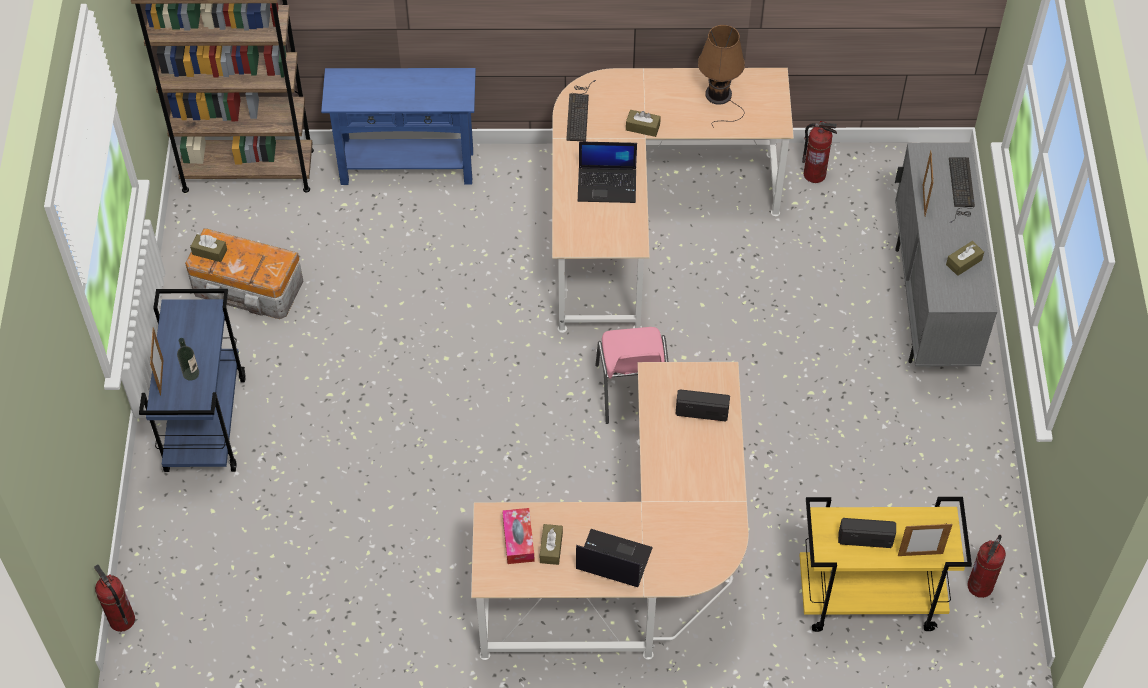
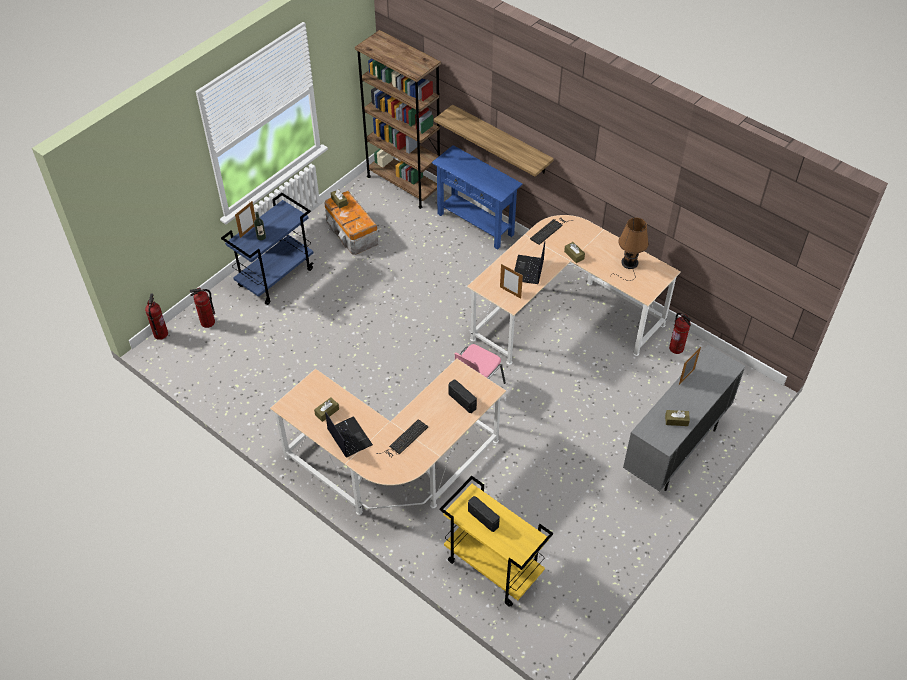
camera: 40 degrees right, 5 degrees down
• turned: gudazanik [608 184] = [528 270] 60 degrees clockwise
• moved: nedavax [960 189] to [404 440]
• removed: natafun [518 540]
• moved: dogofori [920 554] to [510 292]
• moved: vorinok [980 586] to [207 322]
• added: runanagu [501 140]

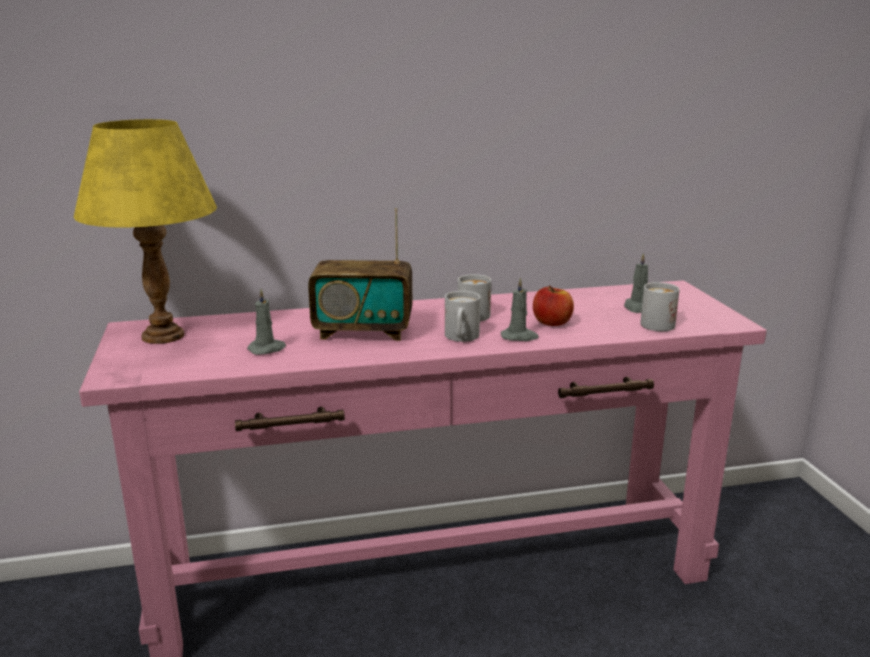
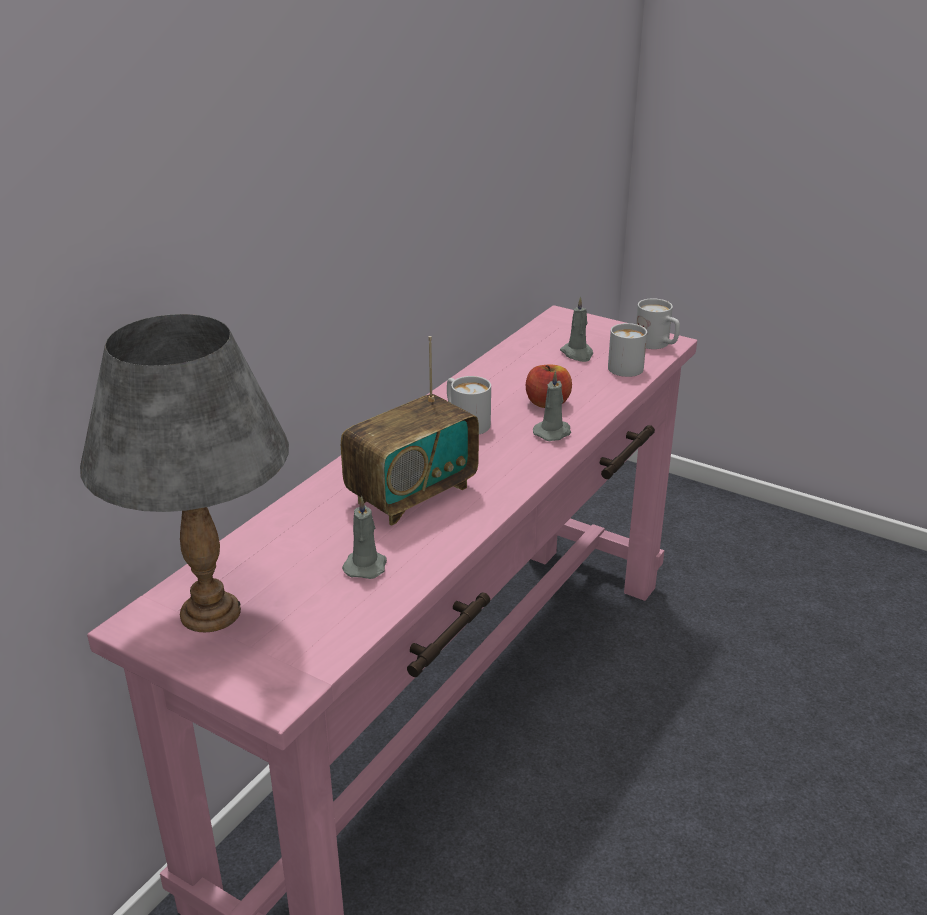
camera: 45 degrees left, 10 degrees up
• recoloured: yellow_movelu [164 336] to grey_movelu [211 612]
• moved: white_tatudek [461 338] to [657 345]

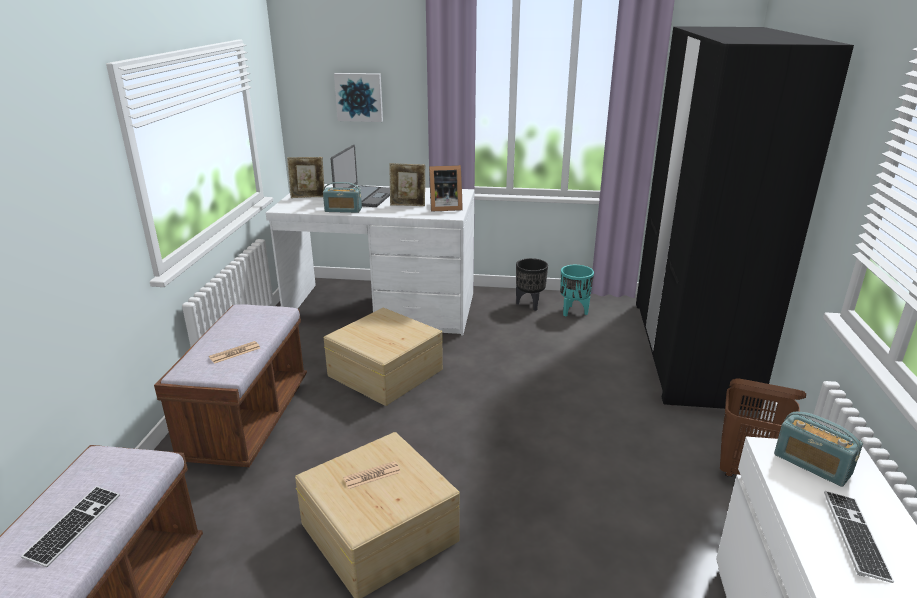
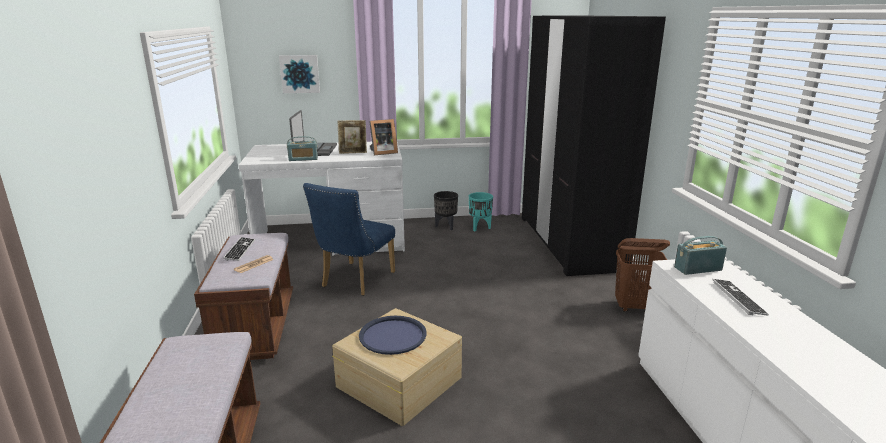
camera: 15 degrees left, 5 degrees down
• removed: dogofori [308 197]
• replaced: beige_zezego [385 371] to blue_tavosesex [354 281]
• turned: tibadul [812 464] = [697 269] 135 degrees clockwise
• replaced: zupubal [372 475] to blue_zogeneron [393 336]
• moved: nedavax [74 526] to [240 250]

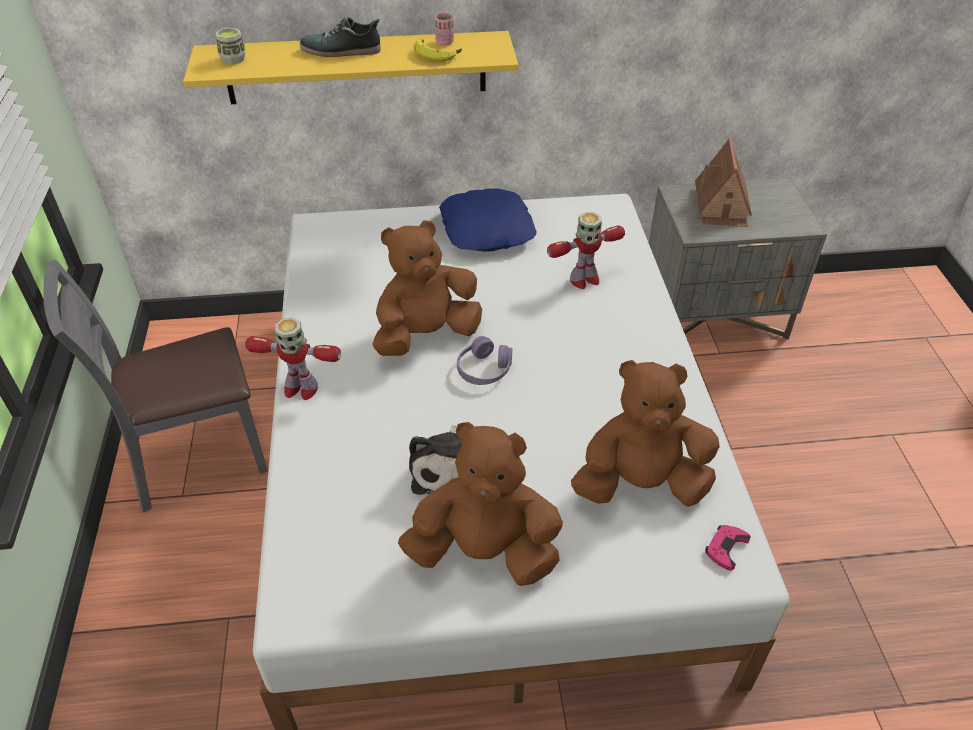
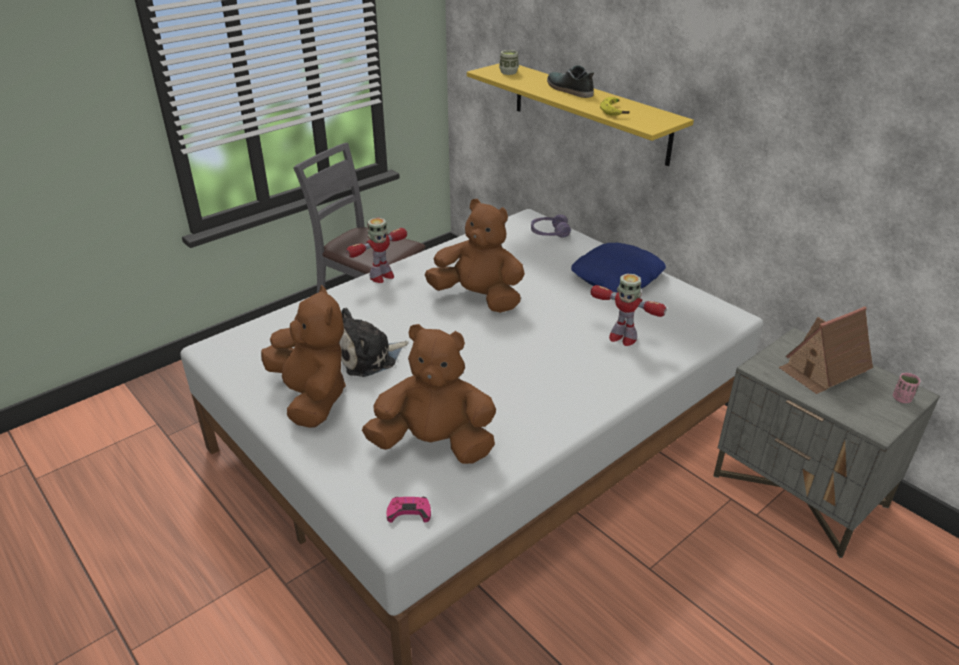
camera: 55 degrees right, 10 degrees down
• moved: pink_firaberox [444 42] to [901 398]
• turned: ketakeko [300 388] = [381 276] 105 degrees counterclockwise
• moved: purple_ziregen [484 370] to [549 233]
• turned: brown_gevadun [641 484] = [434 444] 45 degrees counterclockwise

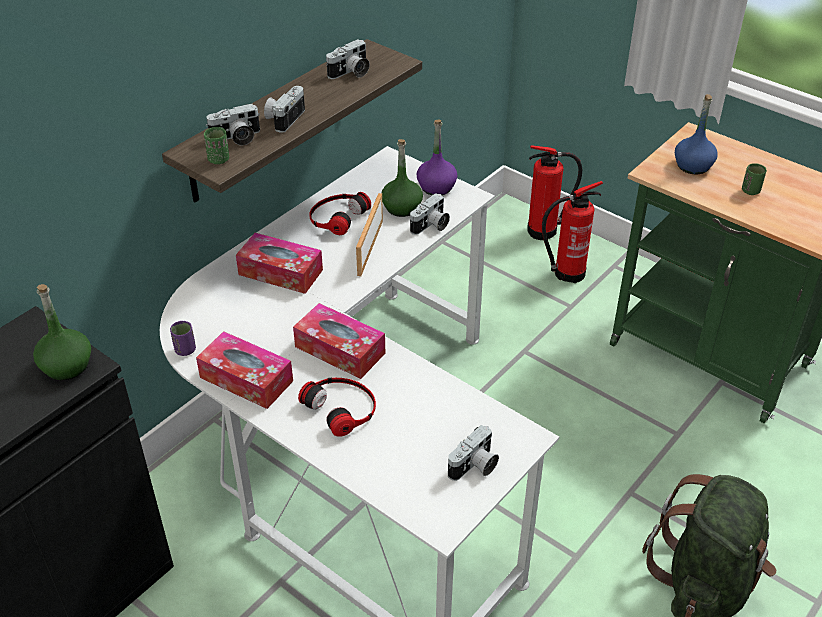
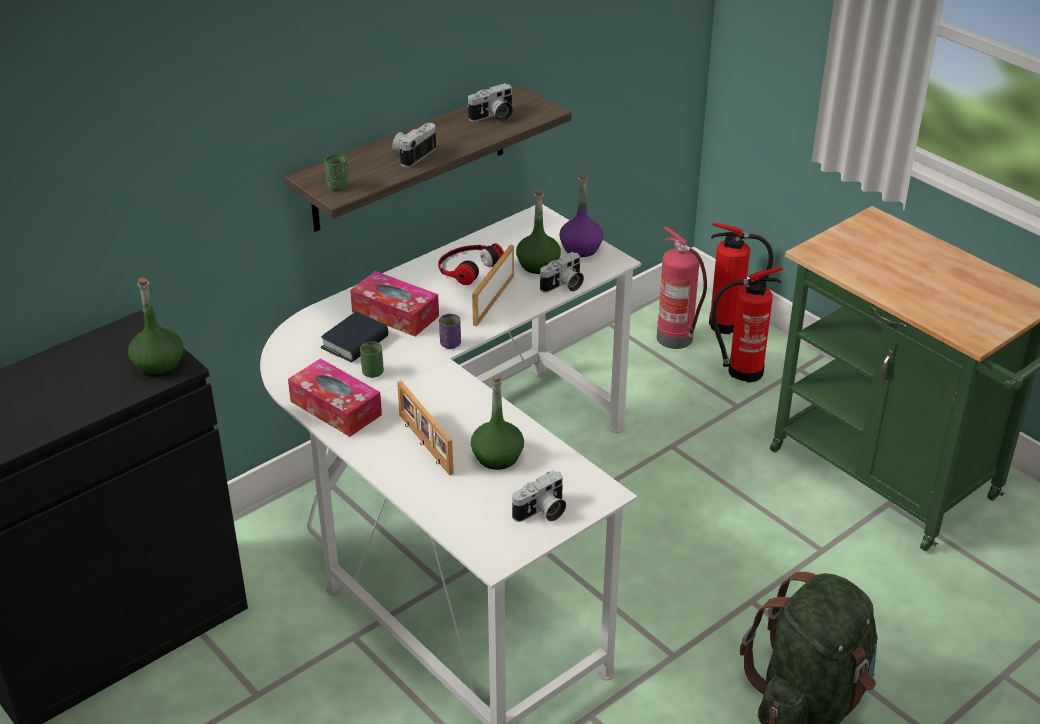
camera: 10 degrees right, 5 degrees down
• removed: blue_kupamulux [693 166]
• removed: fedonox [236 138]
• moved: green_firaberox [750 191] to [372 372]
• removed: natafun [340 350]
• moved: purple_firaberox [185 350] to [450 344]
• replaced: ziregen [342 407] to dogofori [424 444]
• added: vorinok [676 338]
• added: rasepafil [355 343]
• added: green_kupamulux [497 457]

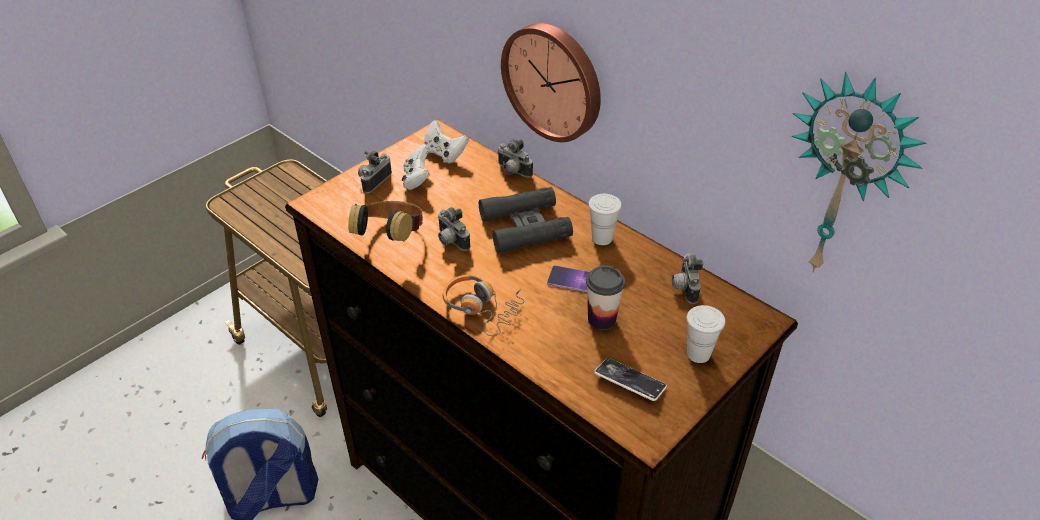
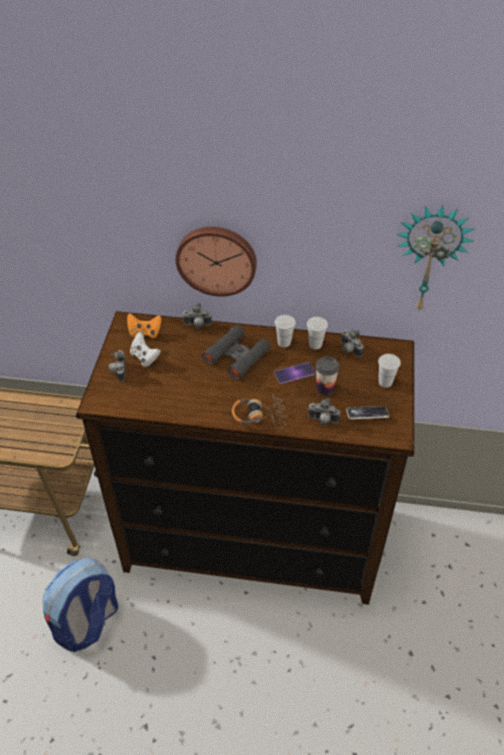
camera: 35 degrees left, 5 degrees up
• recoloured: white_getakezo [444 154] to orange_getakezo [144 333]
• removed: ziregen [391 239]
• moved: fedonox [450 241] to [322 420]
• added: white_firaberox [315 344]

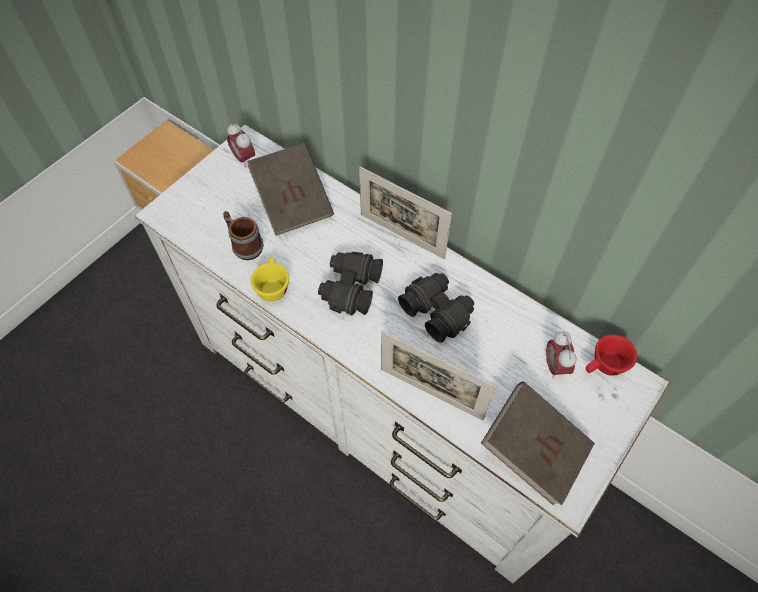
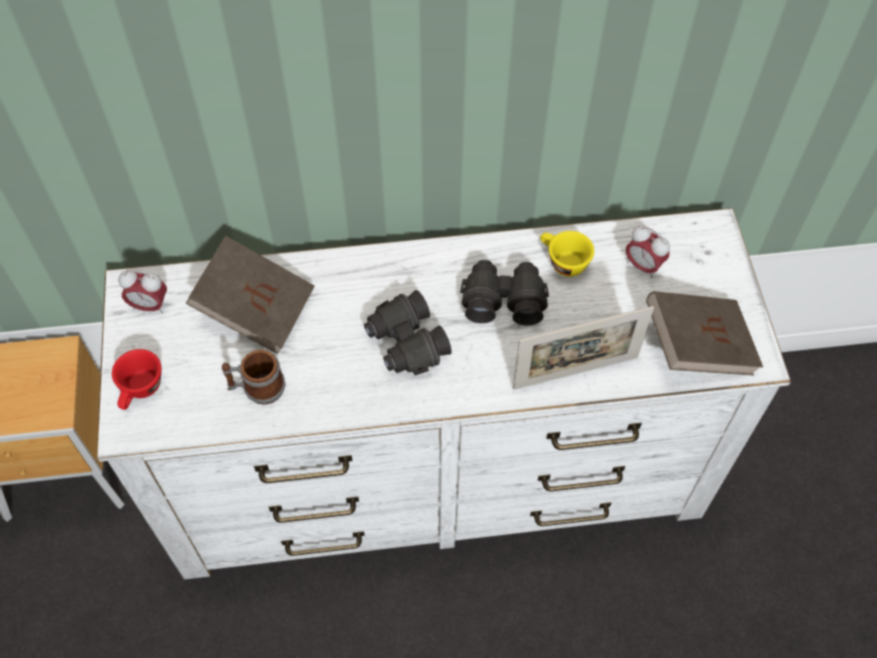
camera: 45 degrees left, 0 degrees up
• removed: dogofori [402 236]
• moved: yellow_firaberox [272 286] to [562 262]
• moved: red_firaberox [604 366] to [141 391]

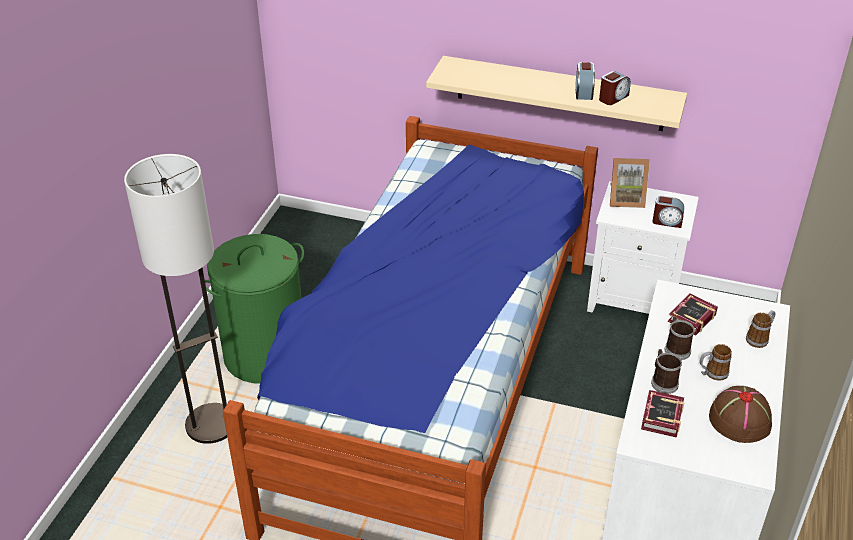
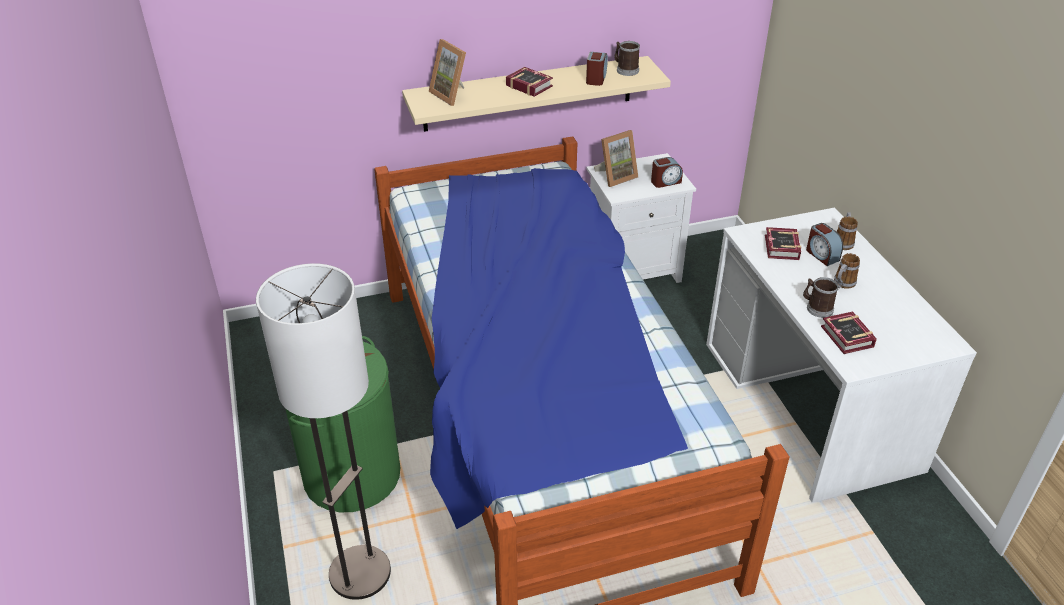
camera: 35 degrees left, 0 degrees up
• moved: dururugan [583 92] to [821 255]
• moved: tatudek [676 348] to [625 70]
• removed: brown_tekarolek [739 419]
• added: dogofori [452 94]
• added: rasepafil [528 85]

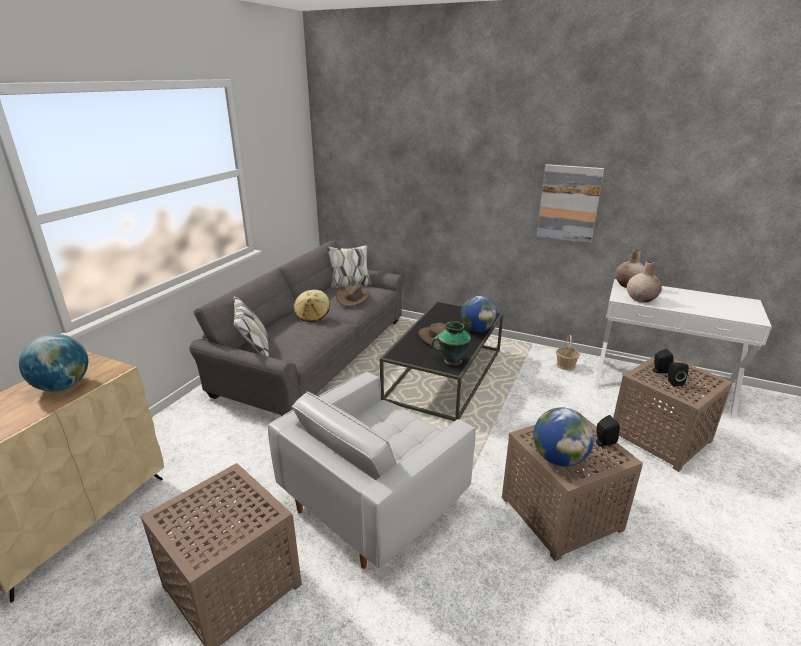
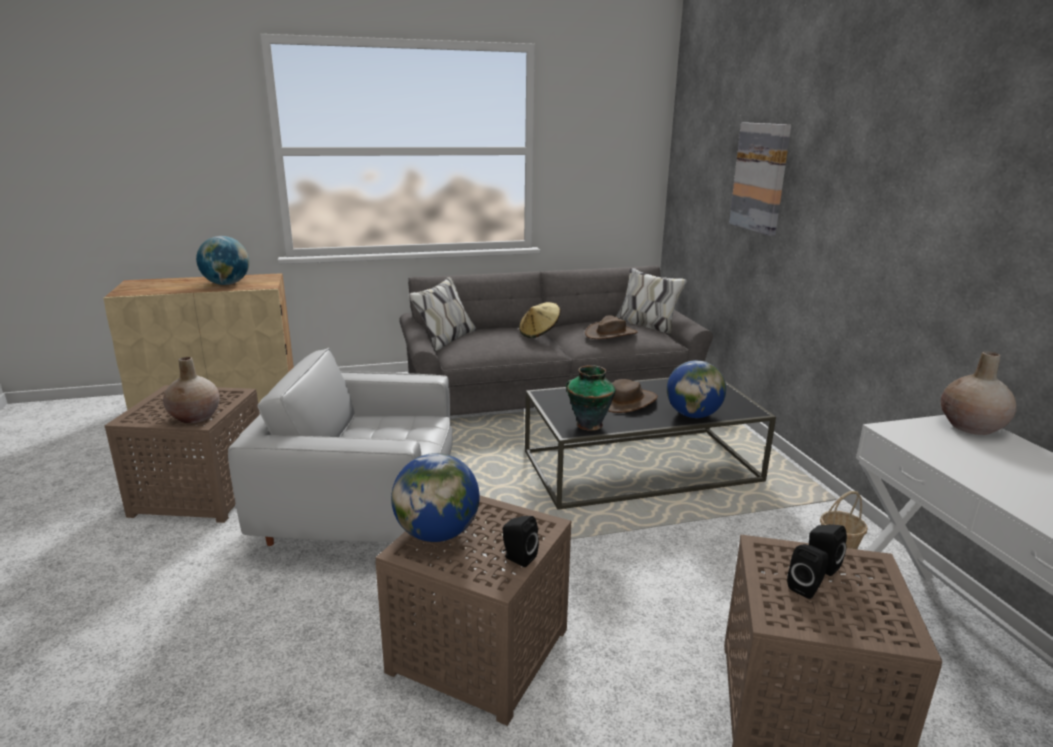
camera: 50 degrees right, 5 degrees down
• moved: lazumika [569 203] to [760 177]
• moved: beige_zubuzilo [641 298] to [195 417]

